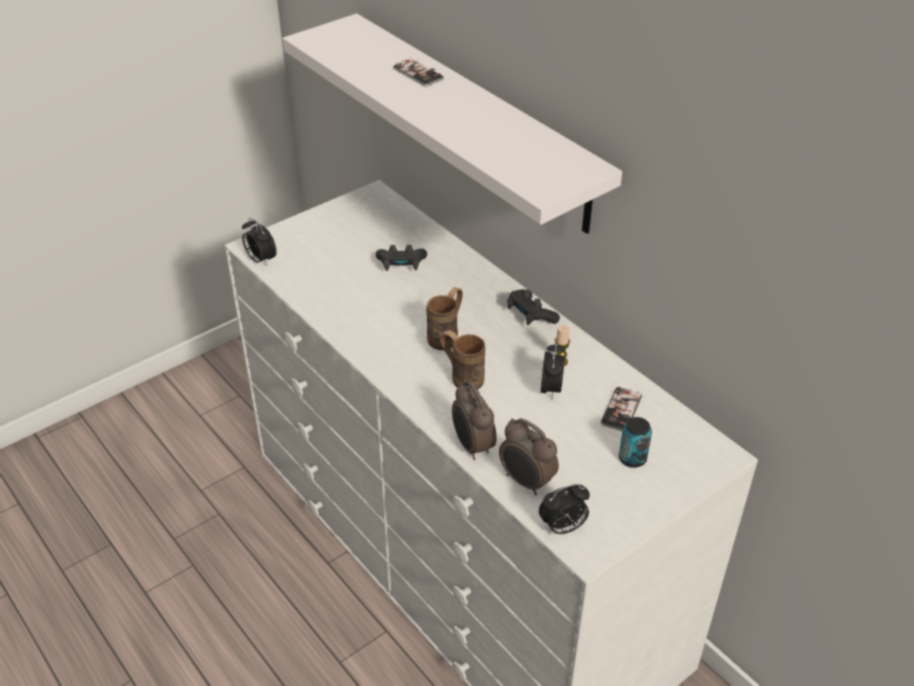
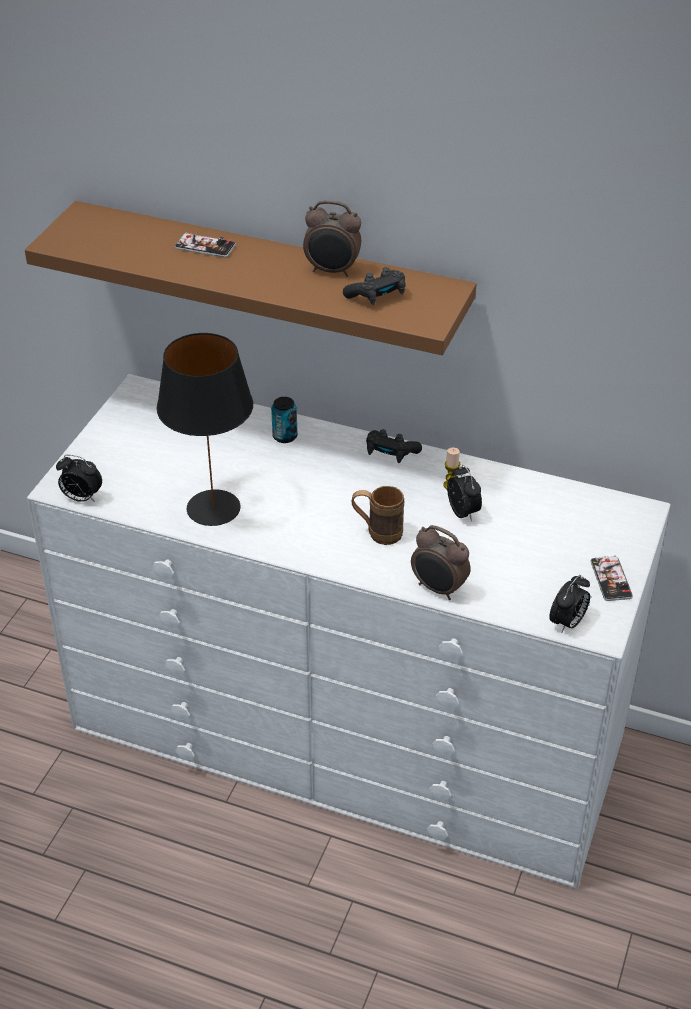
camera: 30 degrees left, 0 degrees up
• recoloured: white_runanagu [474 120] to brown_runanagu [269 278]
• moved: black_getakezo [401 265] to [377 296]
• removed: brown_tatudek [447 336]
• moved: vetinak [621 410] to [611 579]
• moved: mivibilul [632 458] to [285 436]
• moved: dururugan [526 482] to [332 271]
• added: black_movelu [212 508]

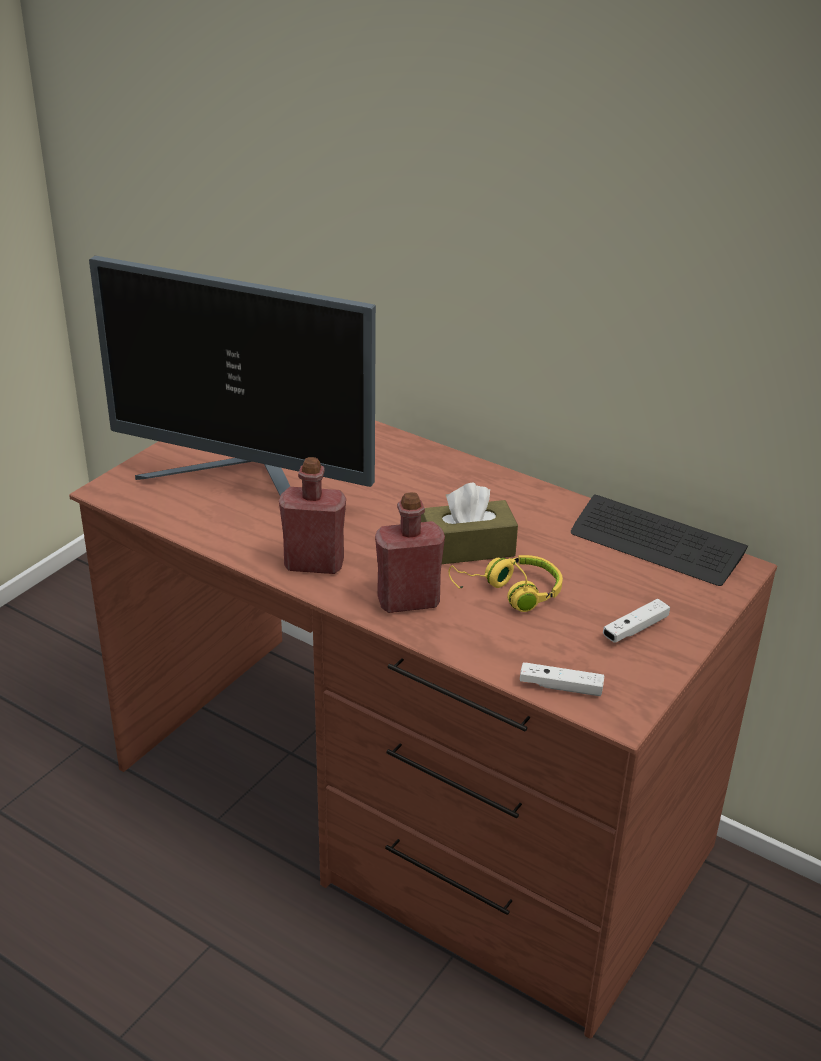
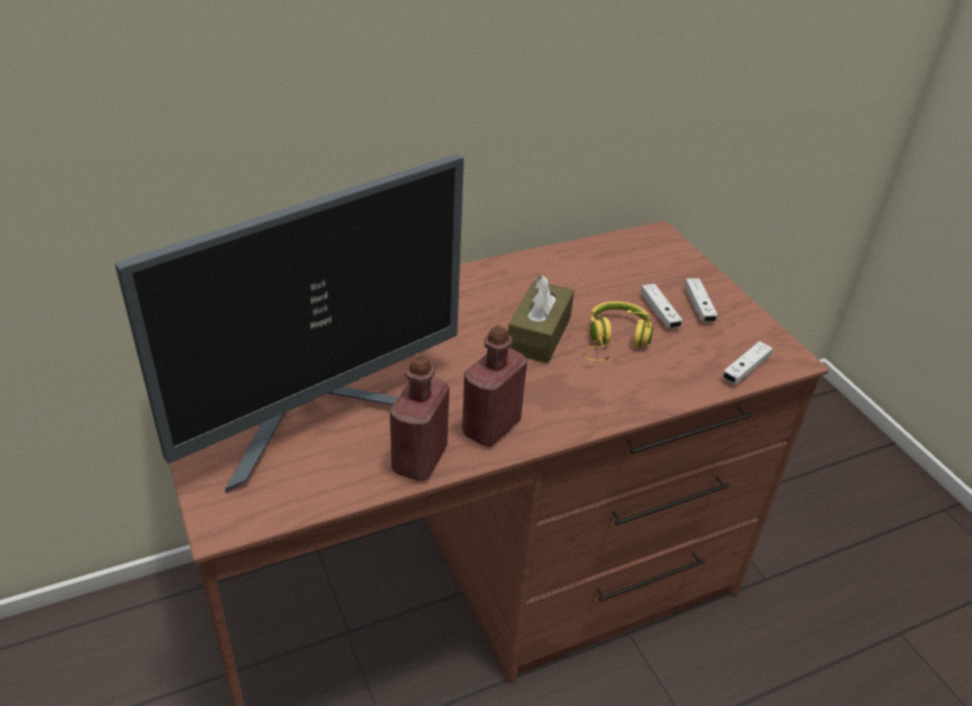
camera: 60 degrees left, 5 degrees up
• moved: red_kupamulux [408 601] to [419 459]
• removed: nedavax [656 543]
• added: white_getakezo [659 312]

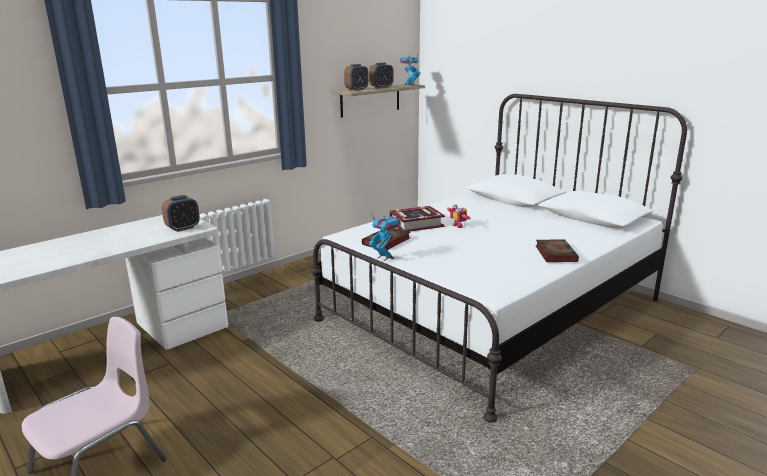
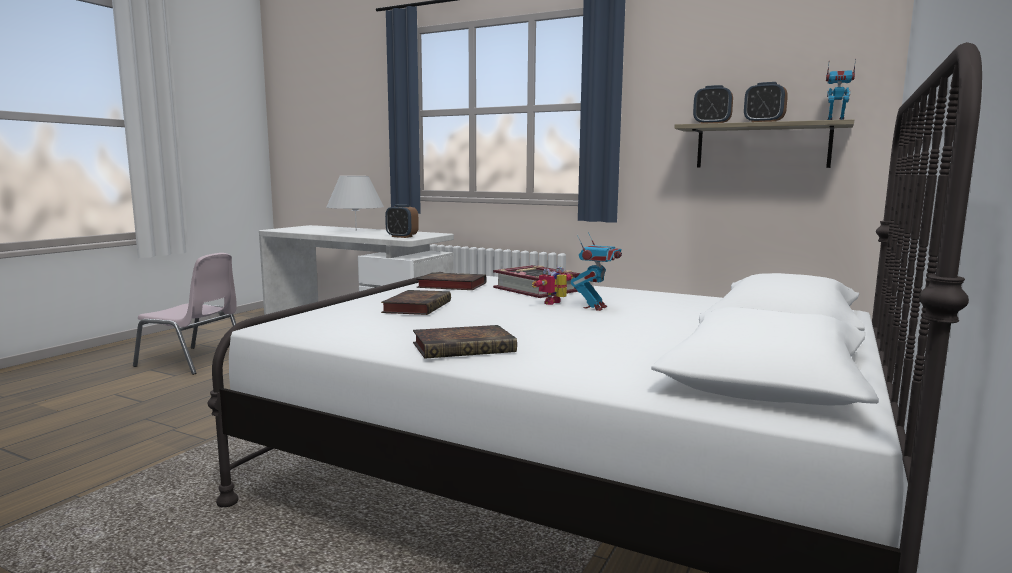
camera: 70 degrees right, 10 degrees down
• moved: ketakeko [385 257] to [595 307]
• added: white_movelu [356 230]
• added: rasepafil [417 307]

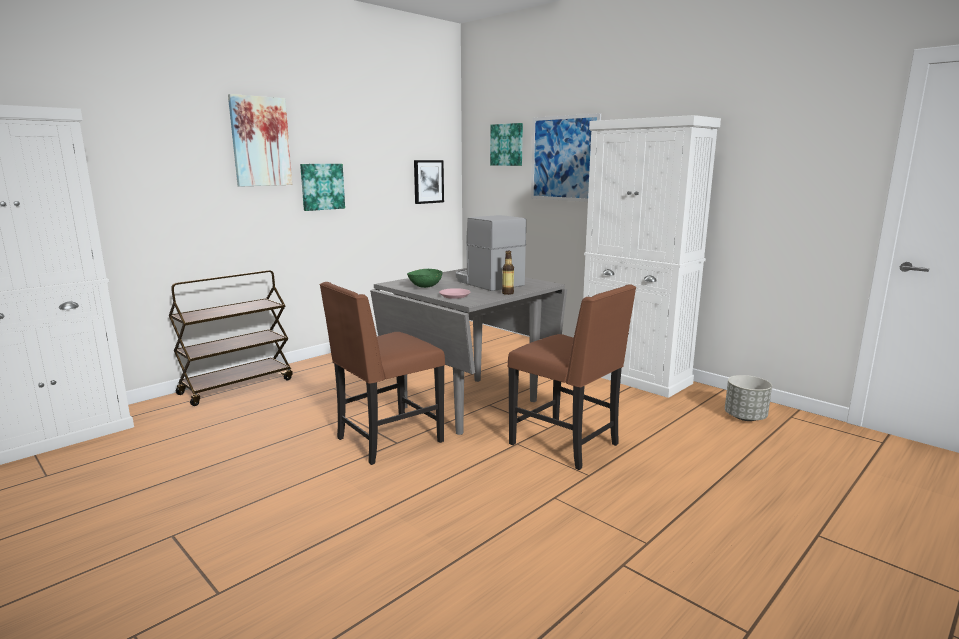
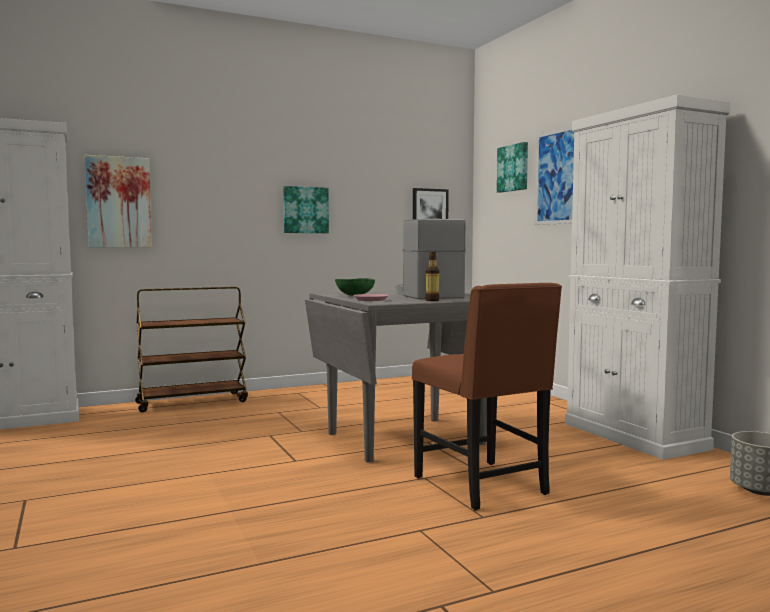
camera: 20 degrees right, 10 degrees down
• moved: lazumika [260 141] to [119 202]
• removed: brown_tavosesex [387 440]

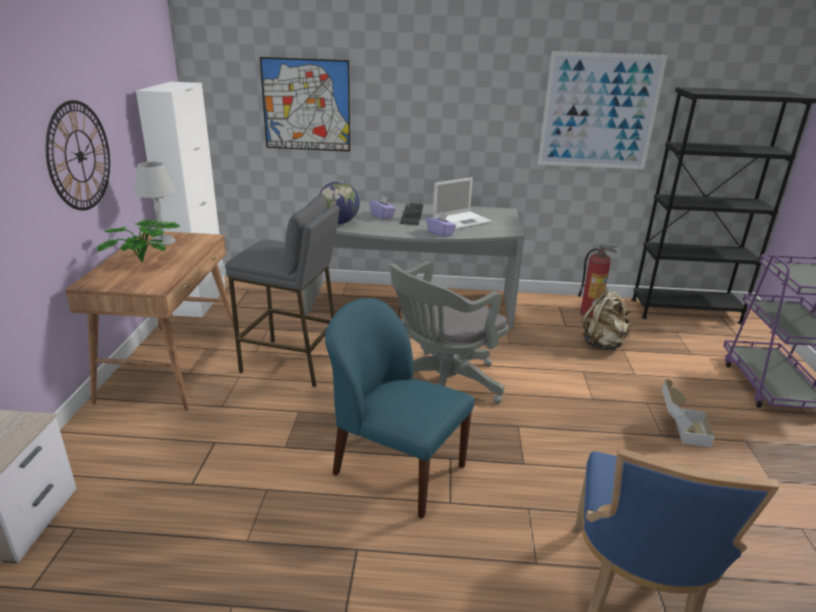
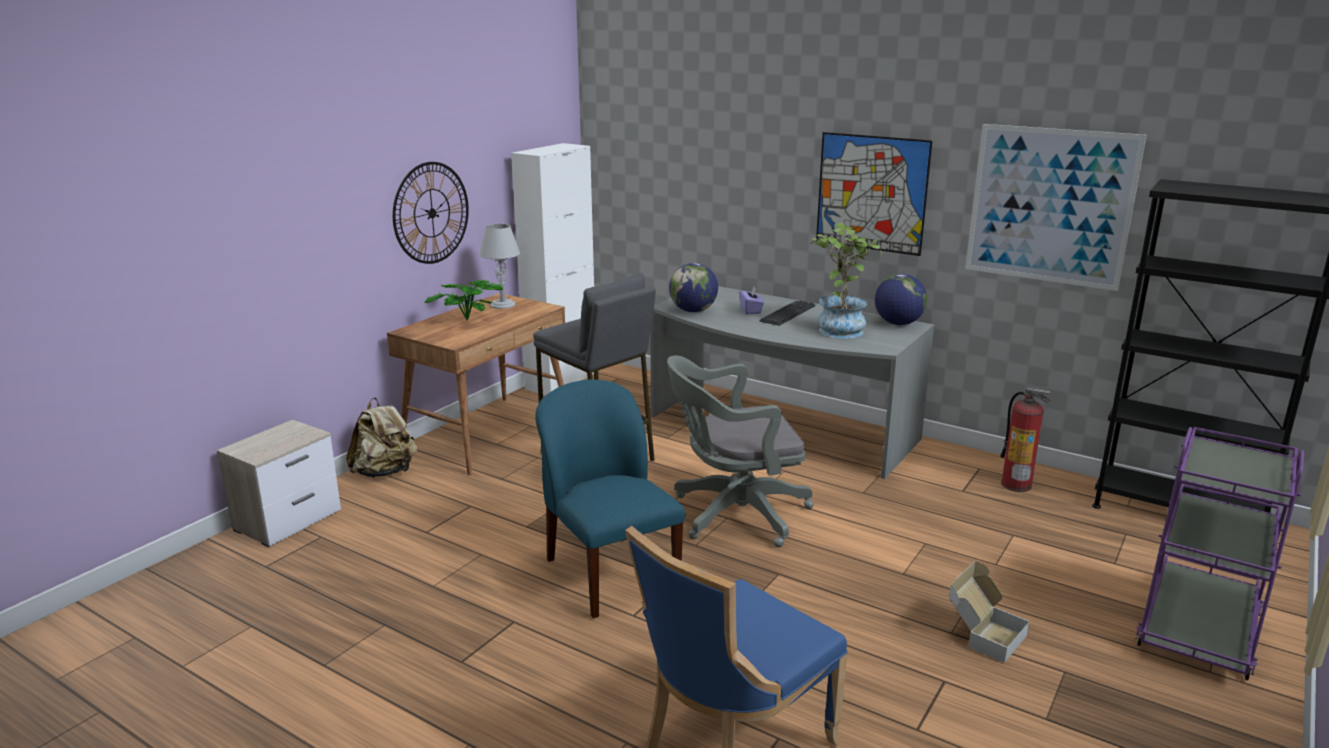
camera: 30 degrees right, 5 degrees down
• moved: lazumika [306 105] to [871 193]
• replaced: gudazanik [462 220] to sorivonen [840 328]
• removed: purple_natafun [440 233]
• moved: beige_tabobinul [603 344] to [385 472]
• added: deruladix [898 323]

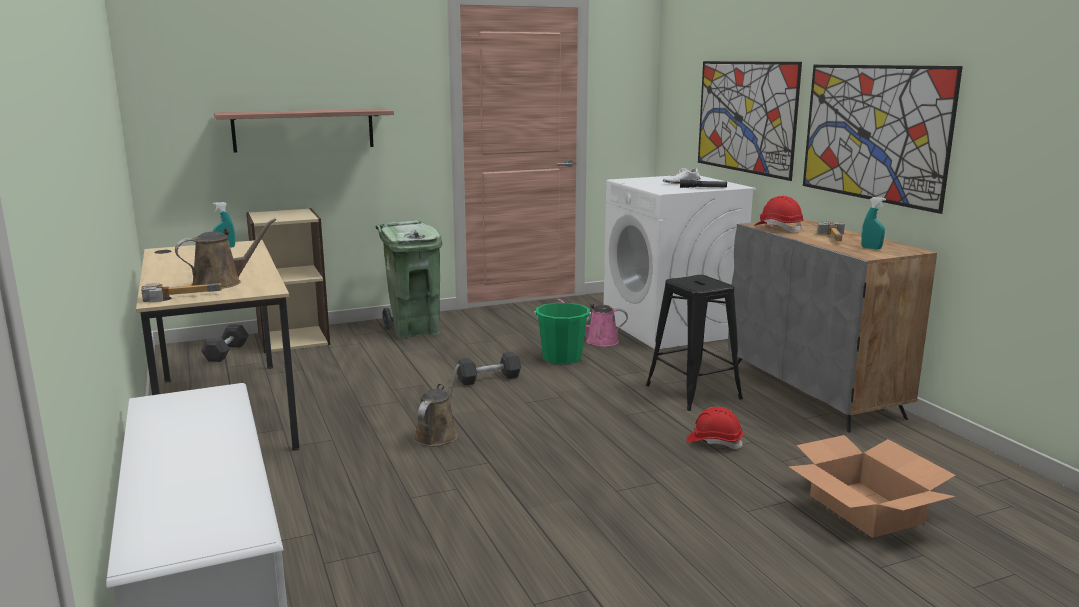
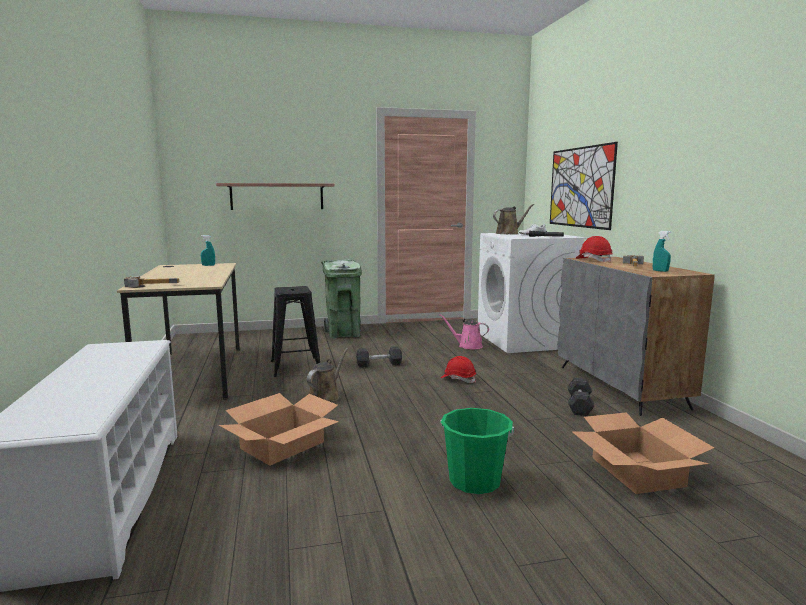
camera: 10 degrees right, 5 degrees down
• removed: lazumika [873 133]
• removed: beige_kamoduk [293 339]
• moved: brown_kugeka [222 283] to [509 233]
• moved: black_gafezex [692 392] to [295 366]
• moved: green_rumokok [562 358] to [475 481]
• moved: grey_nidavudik [226 352] to [579 405]
• moved: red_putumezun [714 442] to [458 379]
• added: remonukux [282 445]

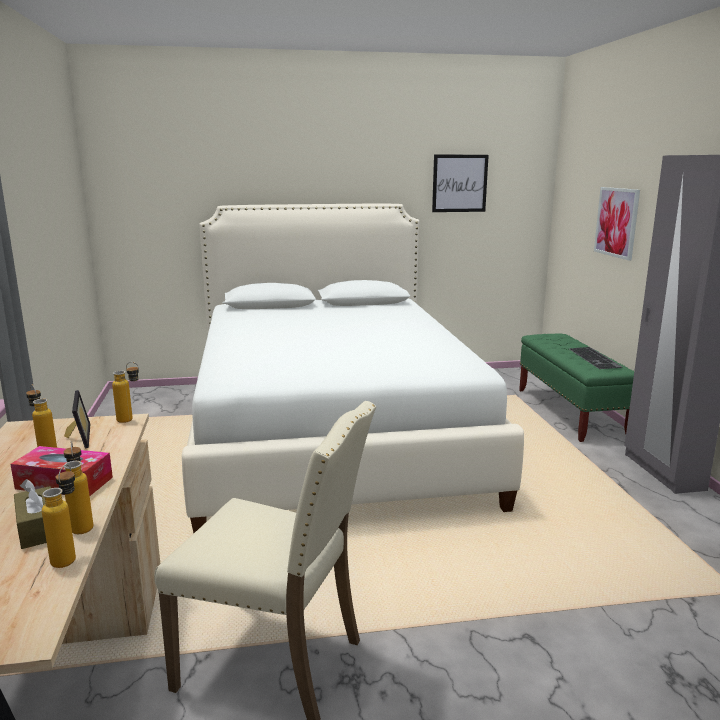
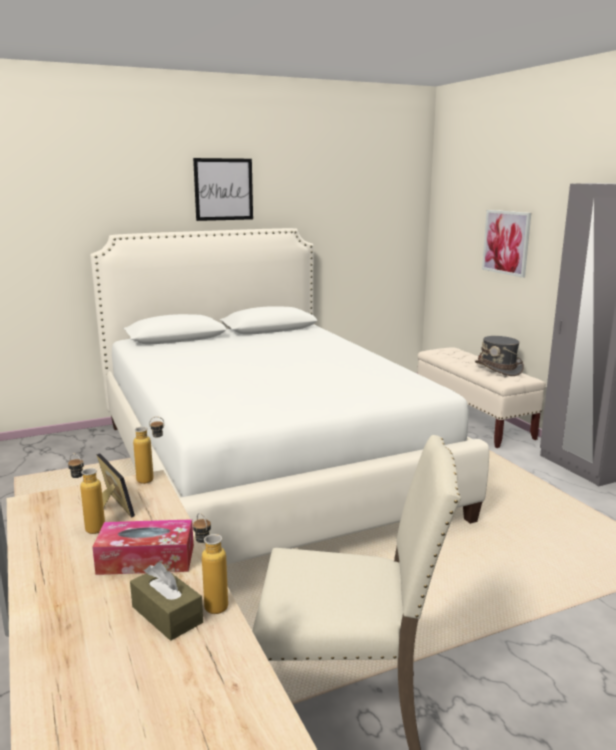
camera: 15 degrees left, 0 degrees up
• moved: lazumika [459 183] to [223 189]
• recoloured: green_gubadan [570 412] to beige_gubadan [473 421]
• replaced: nedavax [595 358] to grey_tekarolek [498 369]
• removed: kupamulux [69 556]

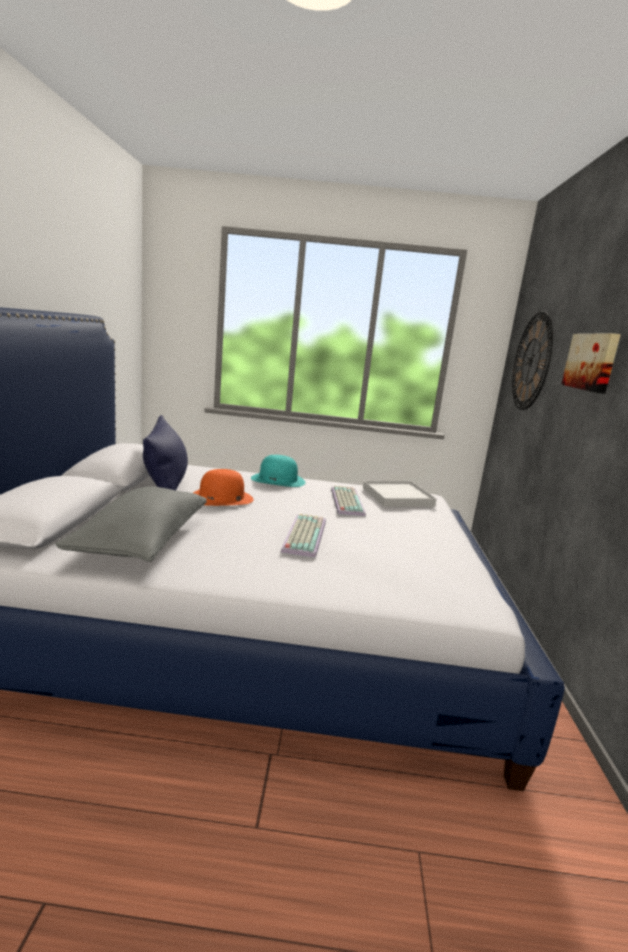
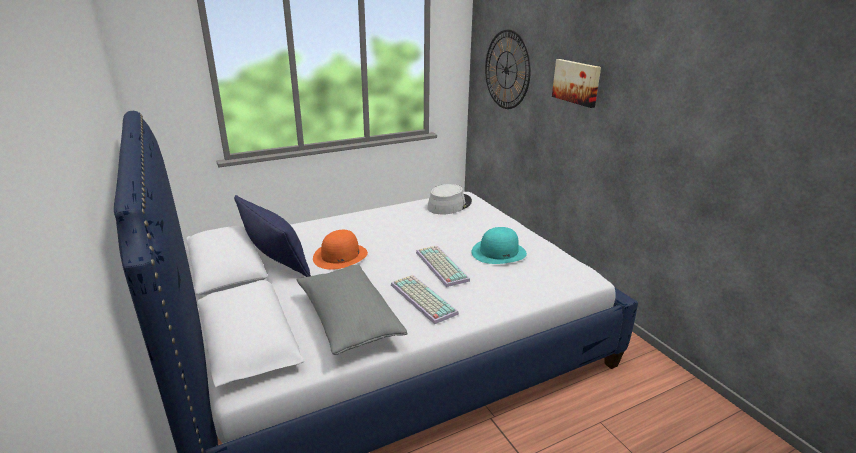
camera: 30 degrees left, 10 degrees up
• moved: turquoise_tekarolek [278 480] to [499 252]
• replaced: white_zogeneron [397 497] to grey_tekarolek [449 205]
• moved: nedavax [345 501] to [421 299]

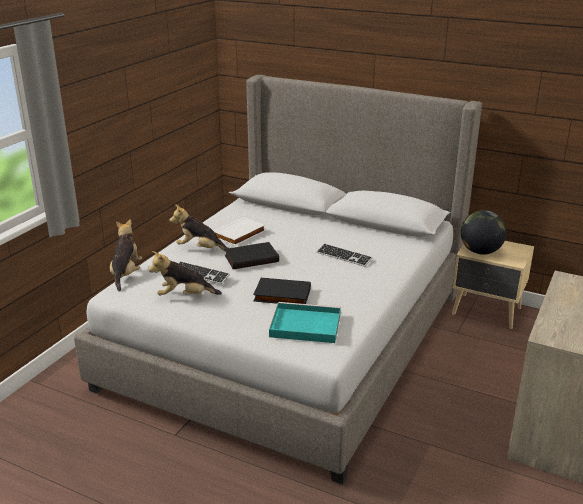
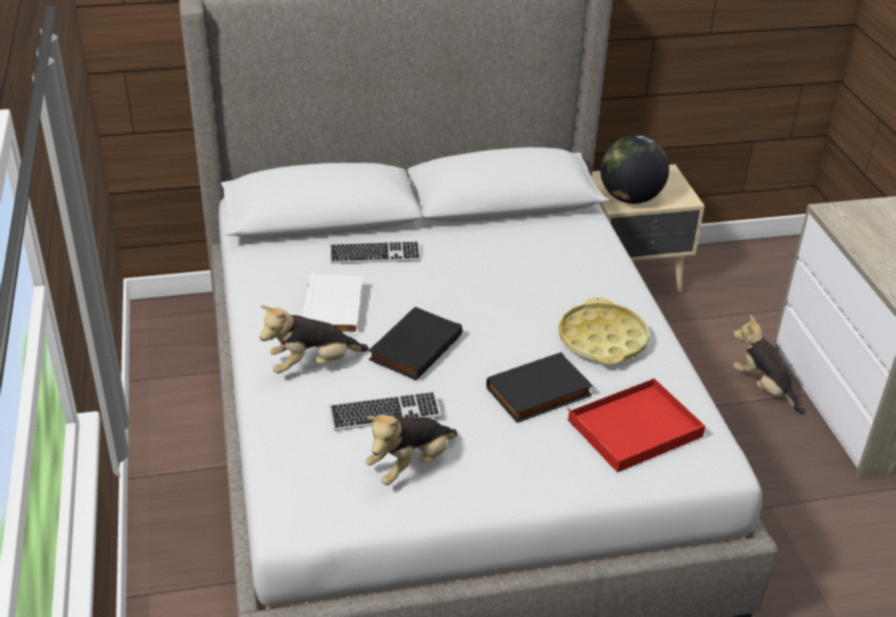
camera: 40 degrees left, 10 degrees up
• moved: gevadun [126 274] to [764 388]
• moved: nedavax [344 256] to [375 255]
• recoloured: turquoise_zogeneron [304 325] to red_zogeneron [633 429]
• added: yellow_zogeneron [602 340]

